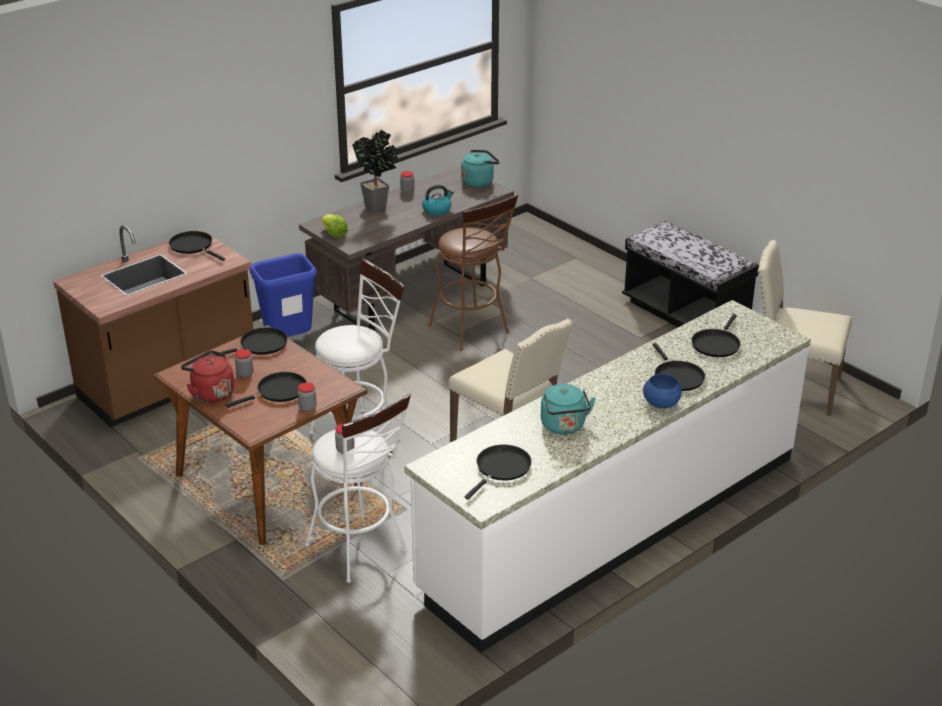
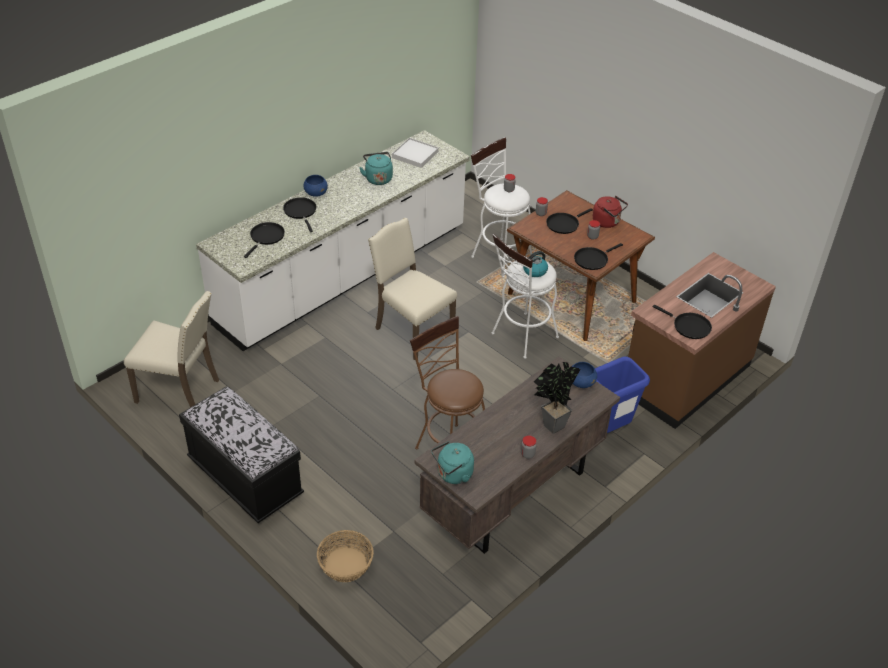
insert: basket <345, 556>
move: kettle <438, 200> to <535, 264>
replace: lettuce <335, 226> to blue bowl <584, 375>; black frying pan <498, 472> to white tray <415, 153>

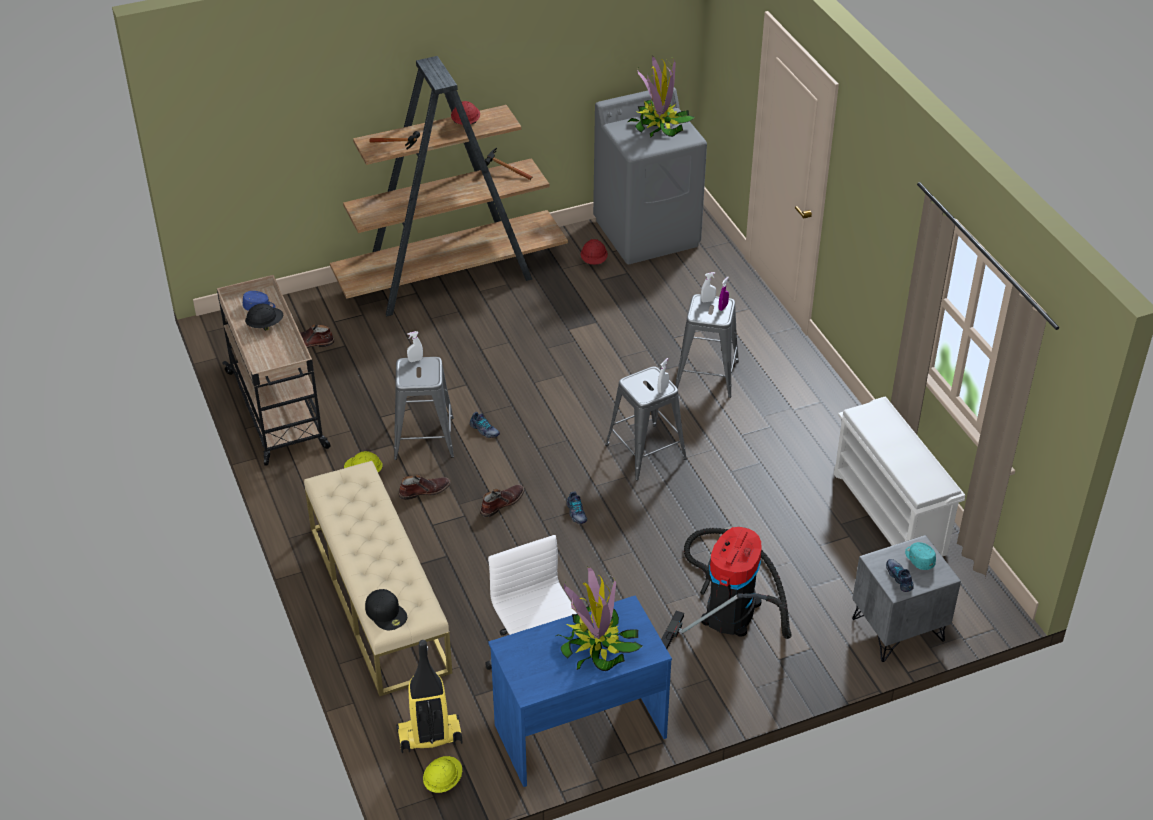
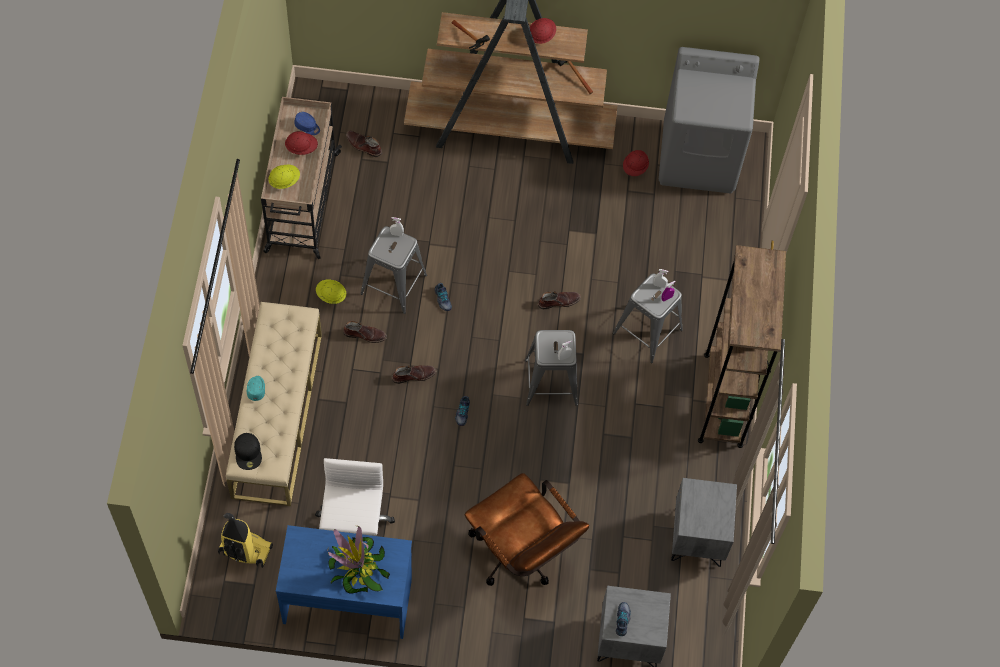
delete: potted plant <661, 96>
insert: brown bookcase <742, 346>; brown boot <559, 300>
move: turquoise cap <920, 556> to <256, 388>; yellow hard hat <442, 774> to <284, 177>
replace: white shoe rack <899, 476> to grey nightstand <704, 522>; vacuum cleaner <726, 588> to brown office chair <527, 529>
recolor: black hard hat <264, 317> to red hard hat <301, 143>

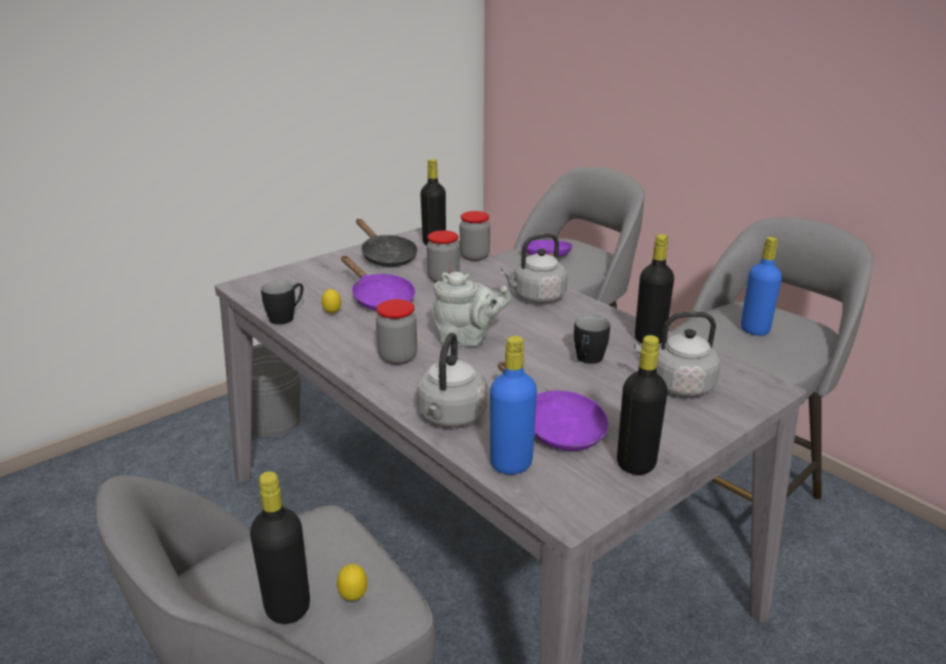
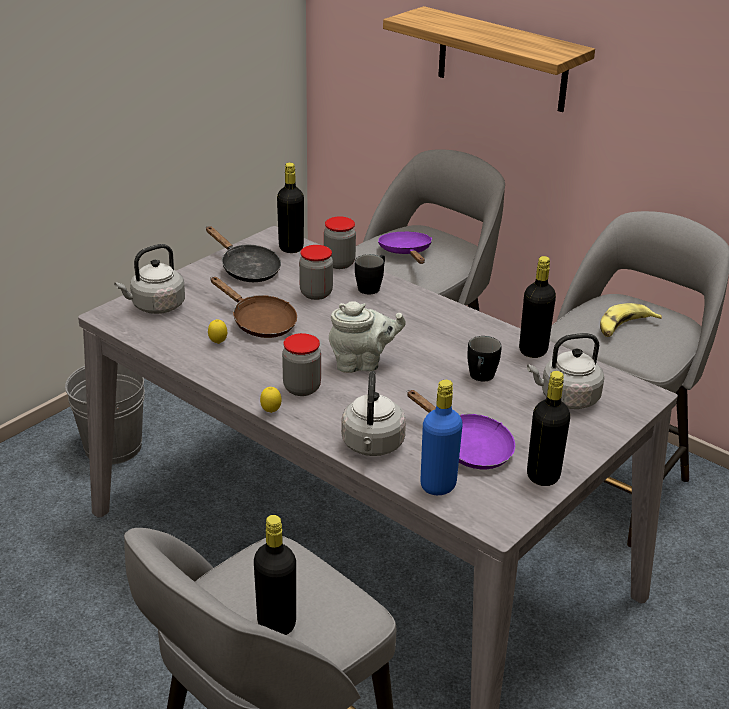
insert: shelf <489, 59>
move: grey kettle <534, 268> to <149, 279>; black mug <282, 303> to <370, 274>; lemon <352, 582> to <270, 400>
replace: blue bottle <761, 286> to banana <631, 320>
recolor: purple frying pan <378, 283> to brown frying pan <253, 307>

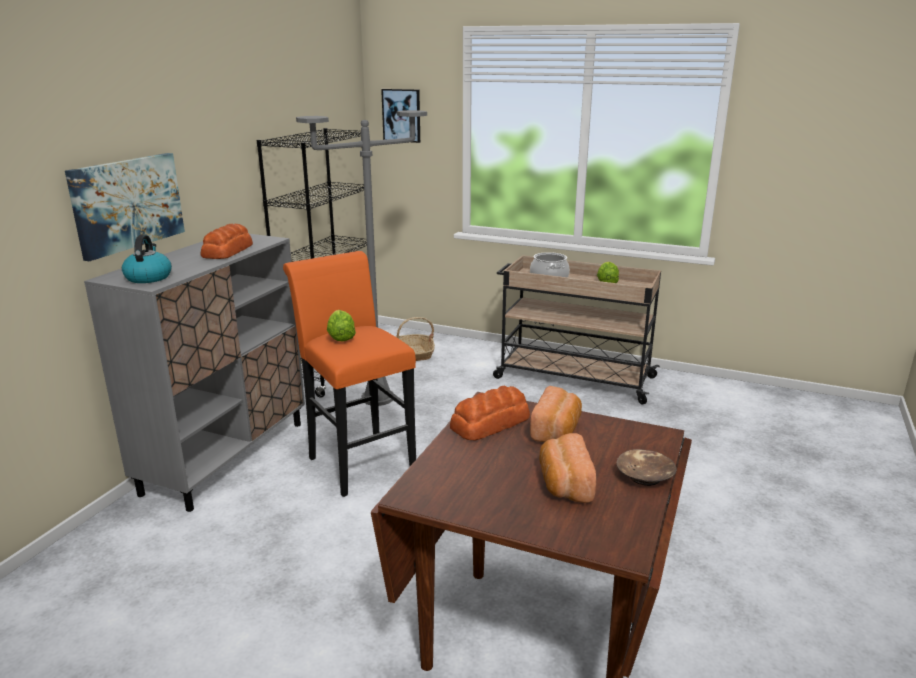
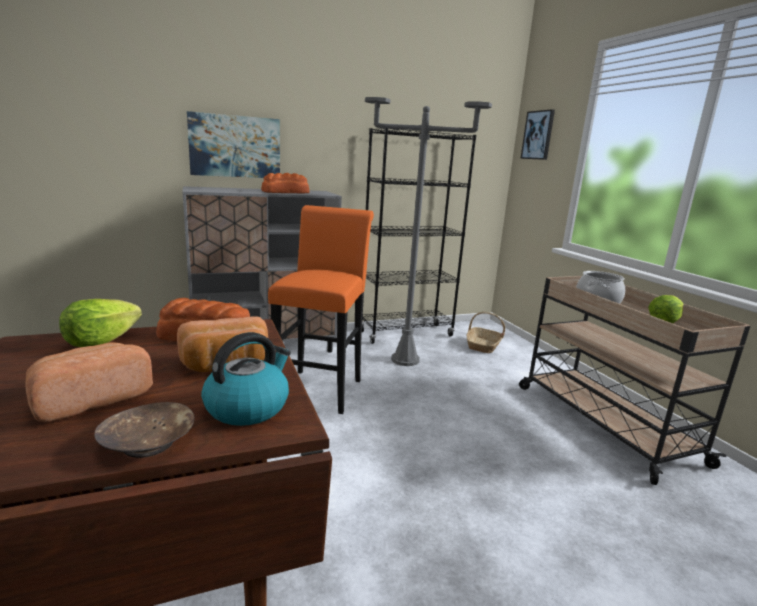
move: kettle <147, 259> to <246, 379>; lettuce <341, 325> to <100, 323>

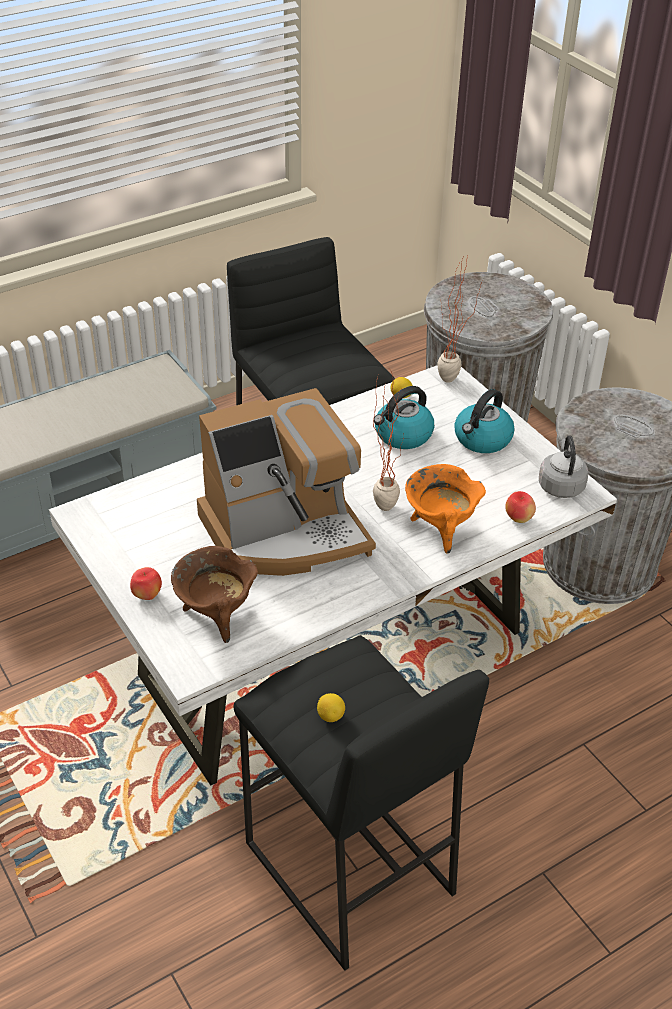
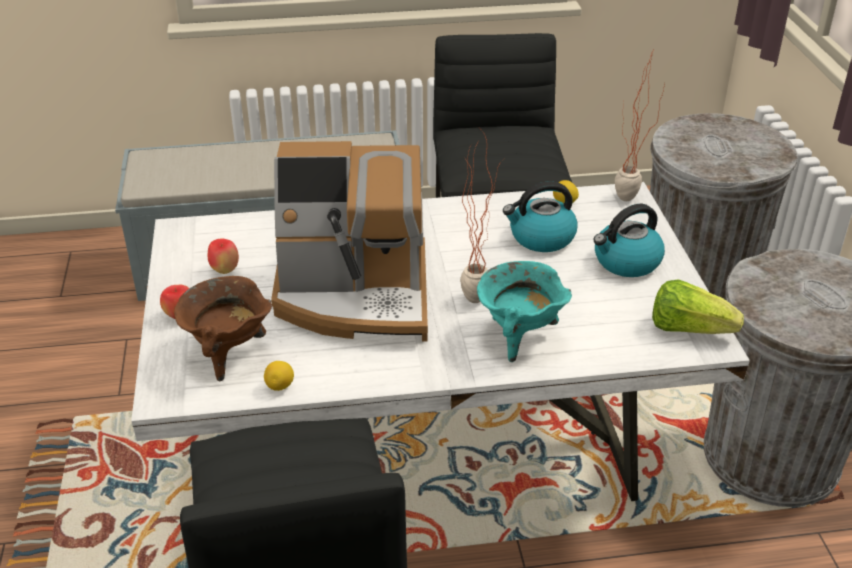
move: apple <520, 507> to <223, 256>; lemon <331, 707> to <279, 376>
replace: grey kettle <563, 467> to lettuce <698, 306>
recolor: orange cooking pot <445, 509> to turquoise cooking pot <524, 311>

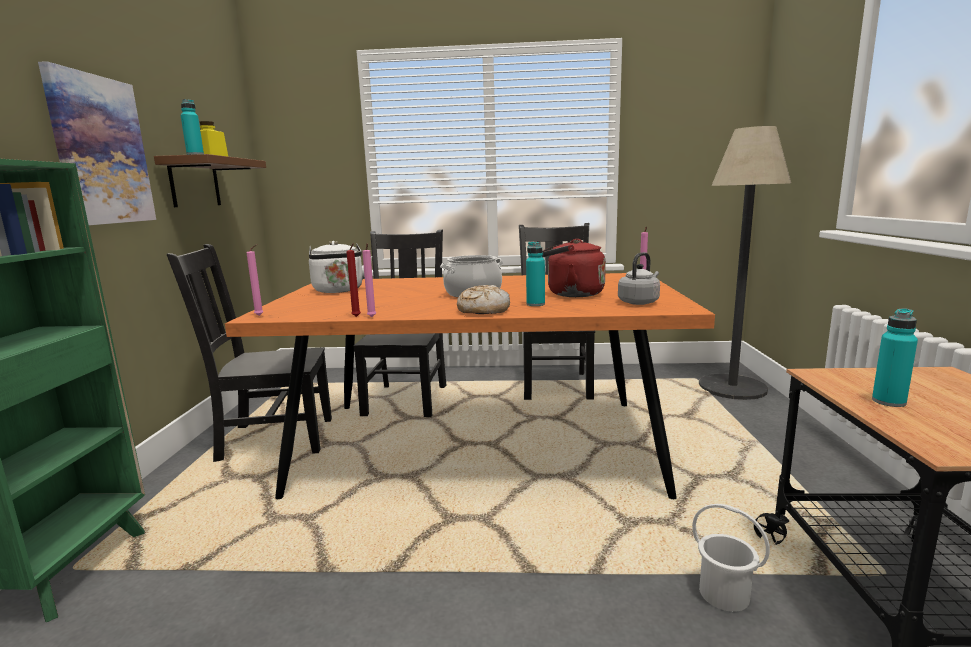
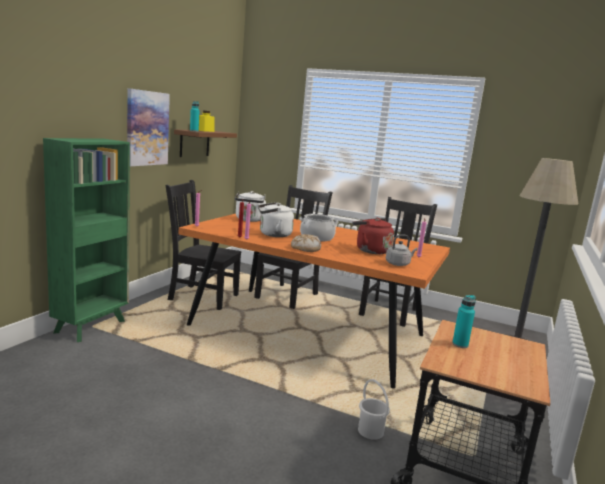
delete: turquoise bottle <535, 274>
insert: white kettle <276, 219>

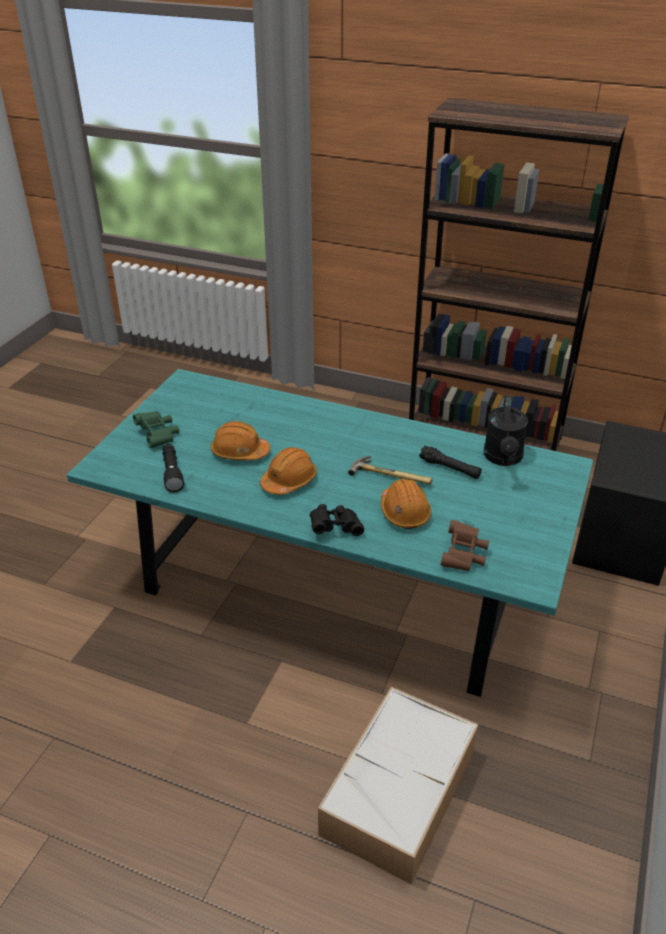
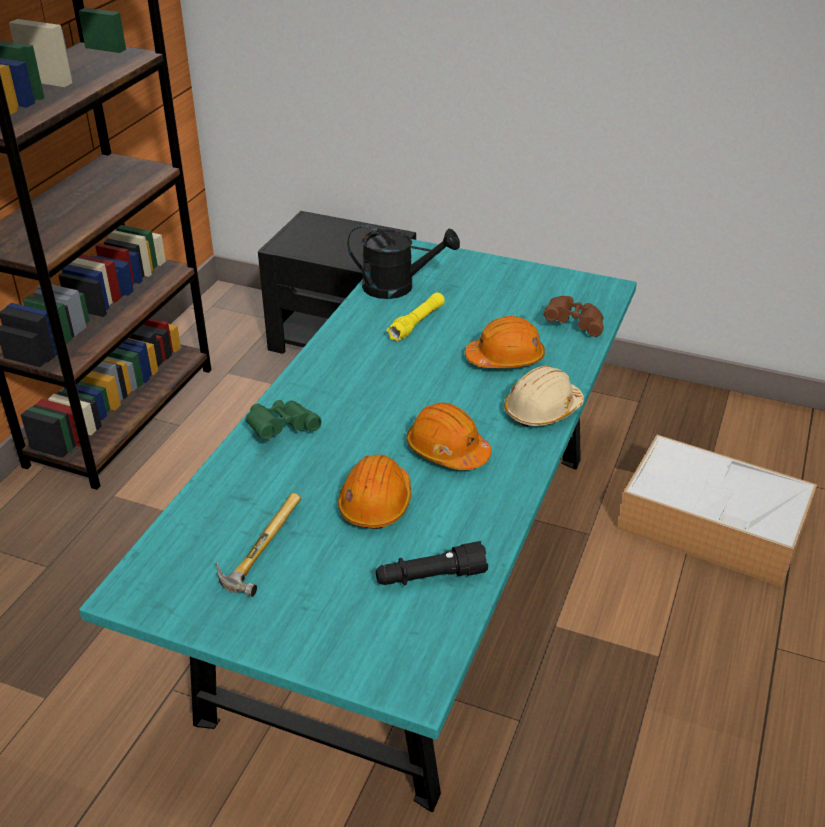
move: green binoculars <156, 429> to <283, 420>; hammer <390, 470> to <258, 545>
replace: black binoculars <337, 520> to beige hard hat <544, 396>
recolor: black flashlight <450, 462> to yellow flashlight <416, 317>

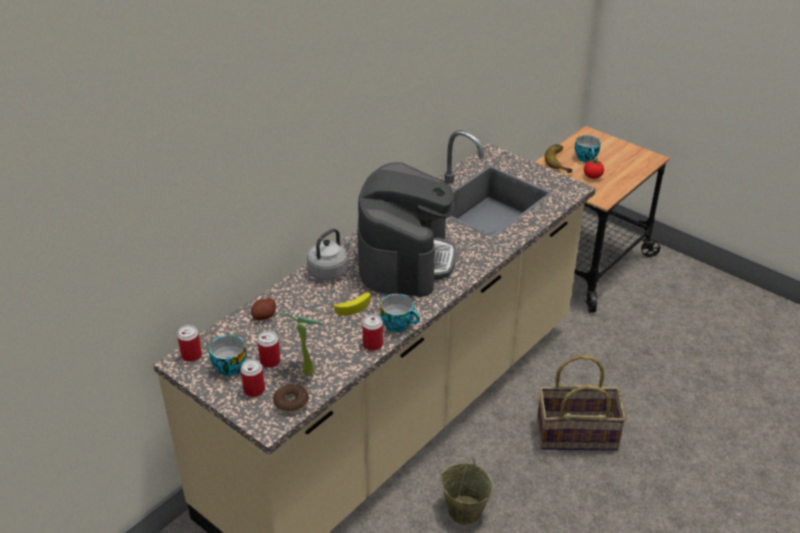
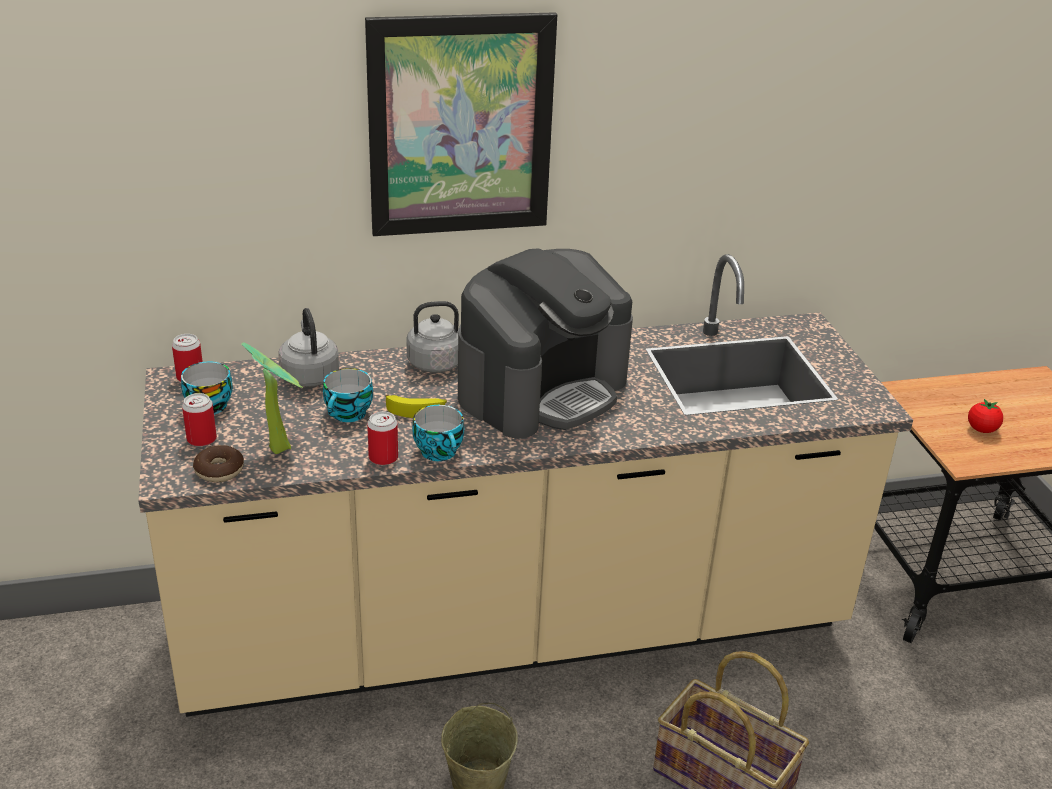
delete: banana <559, 158>; can <269, 349>
insert: picture <461, 124>
move: cup <587, 148> to <348, 395>
replace: potato <263, 309> to grey kettle <308, 347>

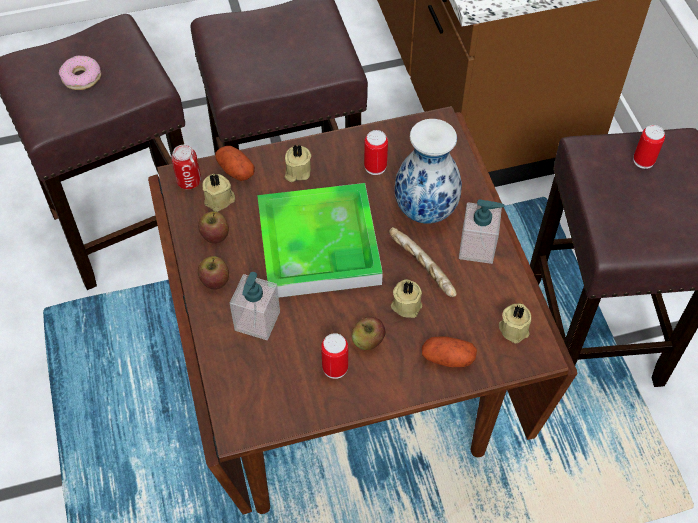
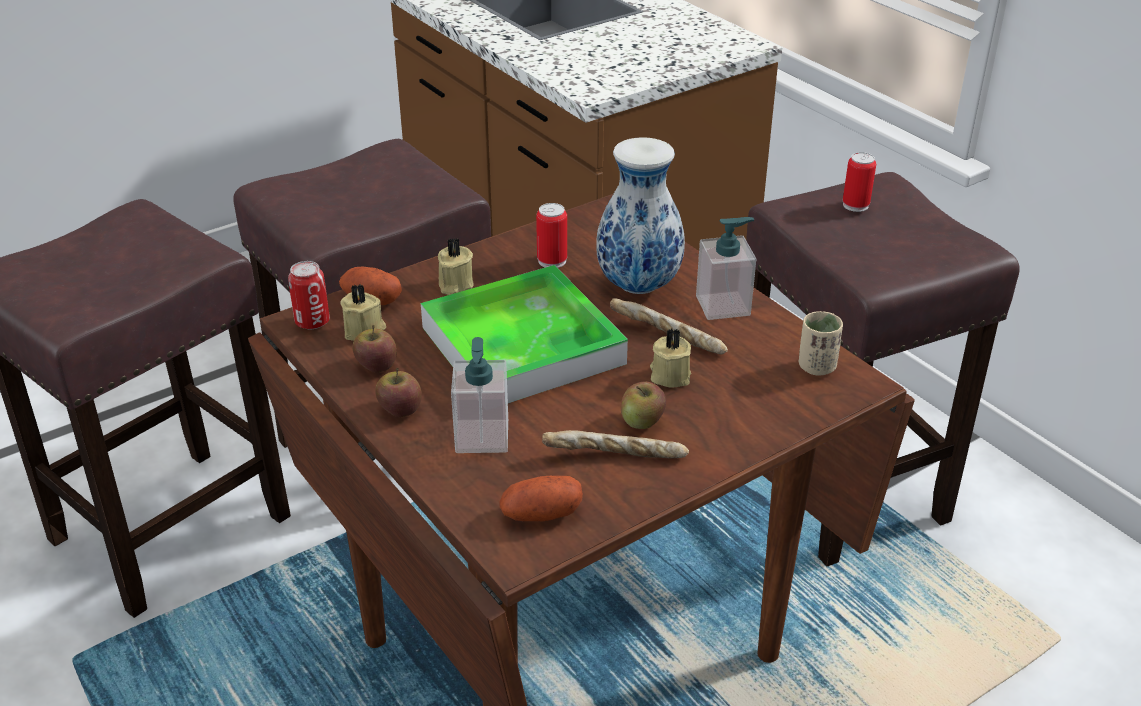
delete: donut <80, 73>
move: potato <449, 352> to <541, 498>
replace: beige candle <515, 323> to beige cup <821, 343>; can <334, 356> to bread <615, 444>

